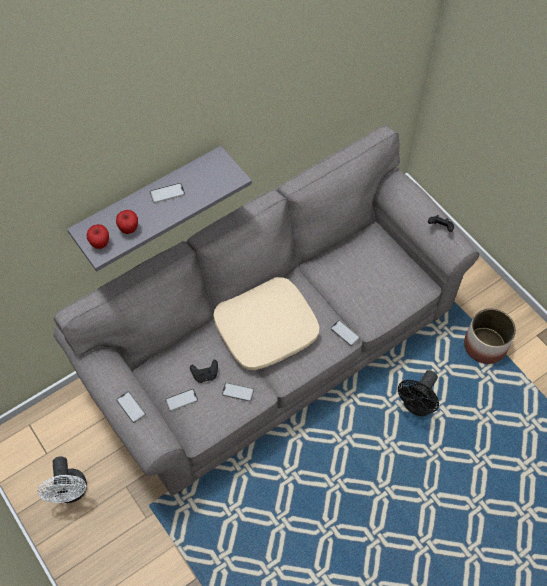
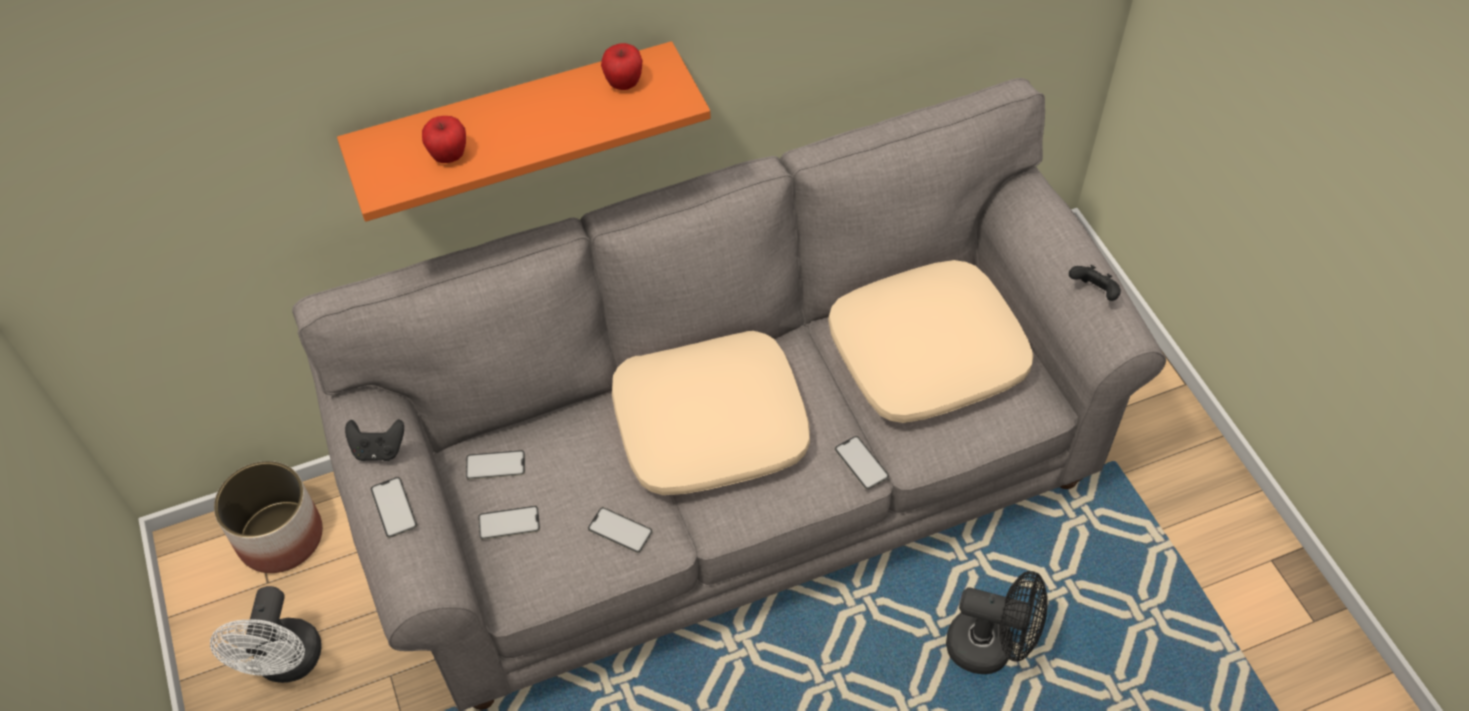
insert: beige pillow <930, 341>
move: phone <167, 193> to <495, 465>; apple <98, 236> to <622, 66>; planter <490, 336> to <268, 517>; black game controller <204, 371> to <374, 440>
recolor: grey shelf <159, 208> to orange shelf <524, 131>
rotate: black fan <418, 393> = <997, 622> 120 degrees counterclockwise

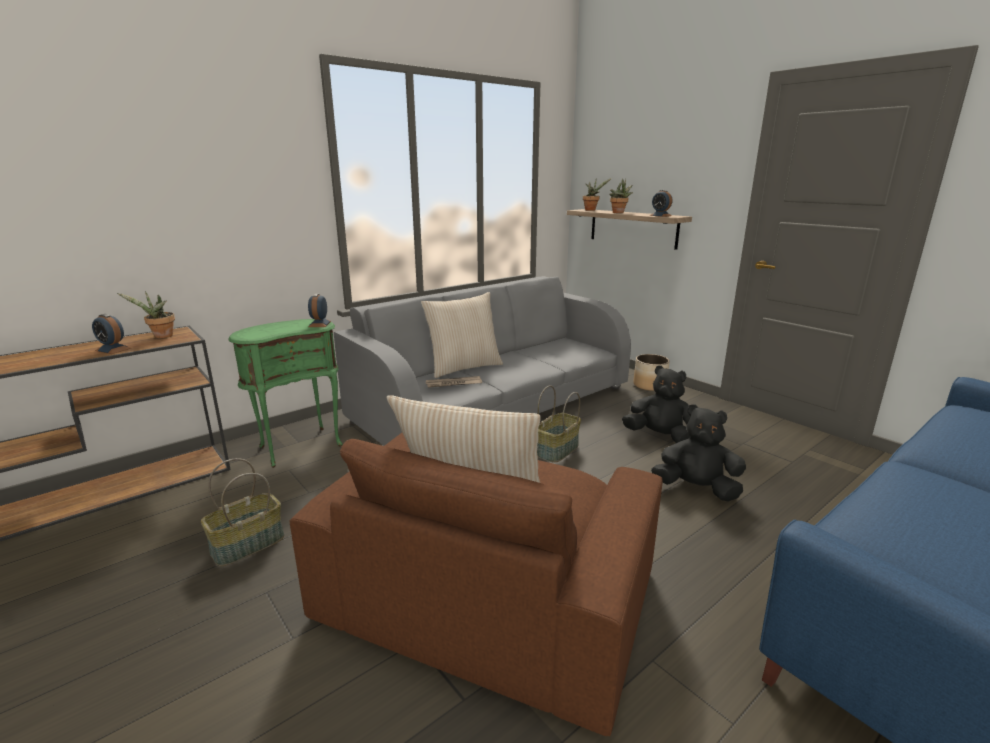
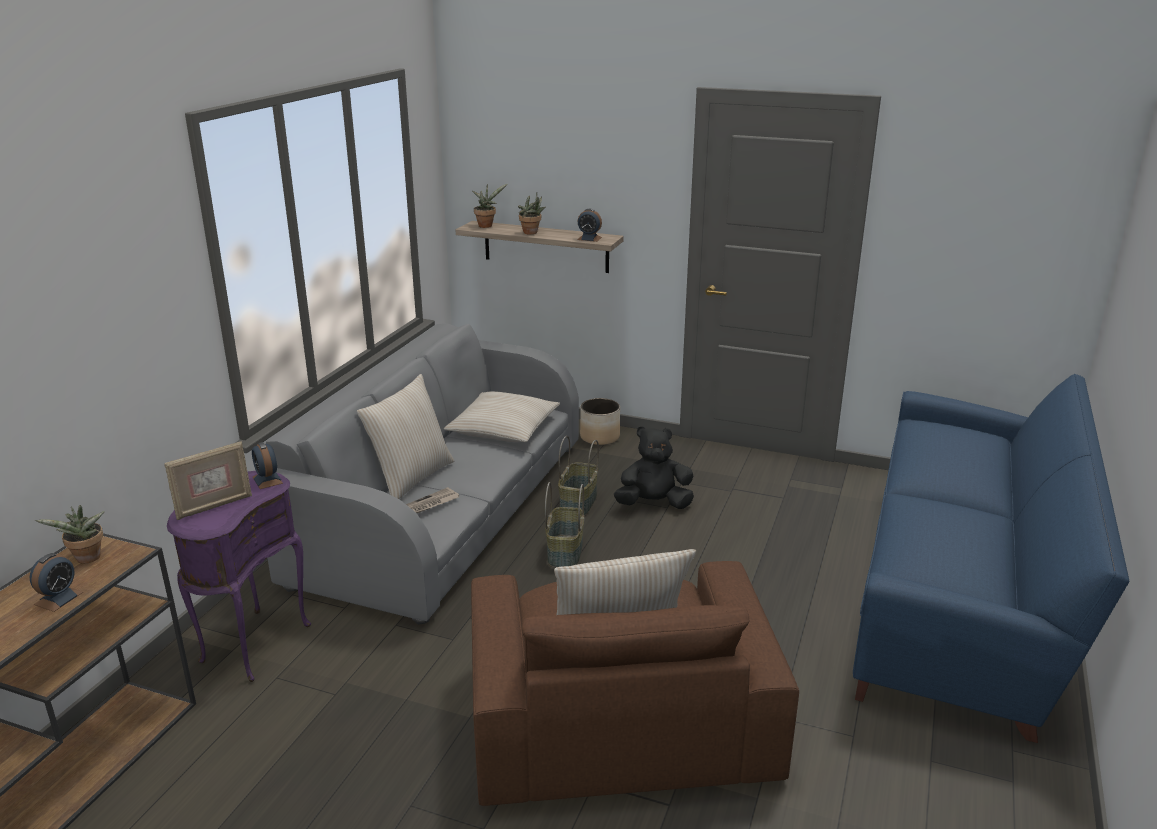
delete: black plush toy <698, 453>
insert: beige pillow <502, 416>; picture frame <208, 480>
move: basket <242, 512> to <578, 476>
recolor: green side table <285, 393> to purple side table <239, 576>
rotate: alarm clock <111, 334> = <56, 582> 60 degrees counterclockwise

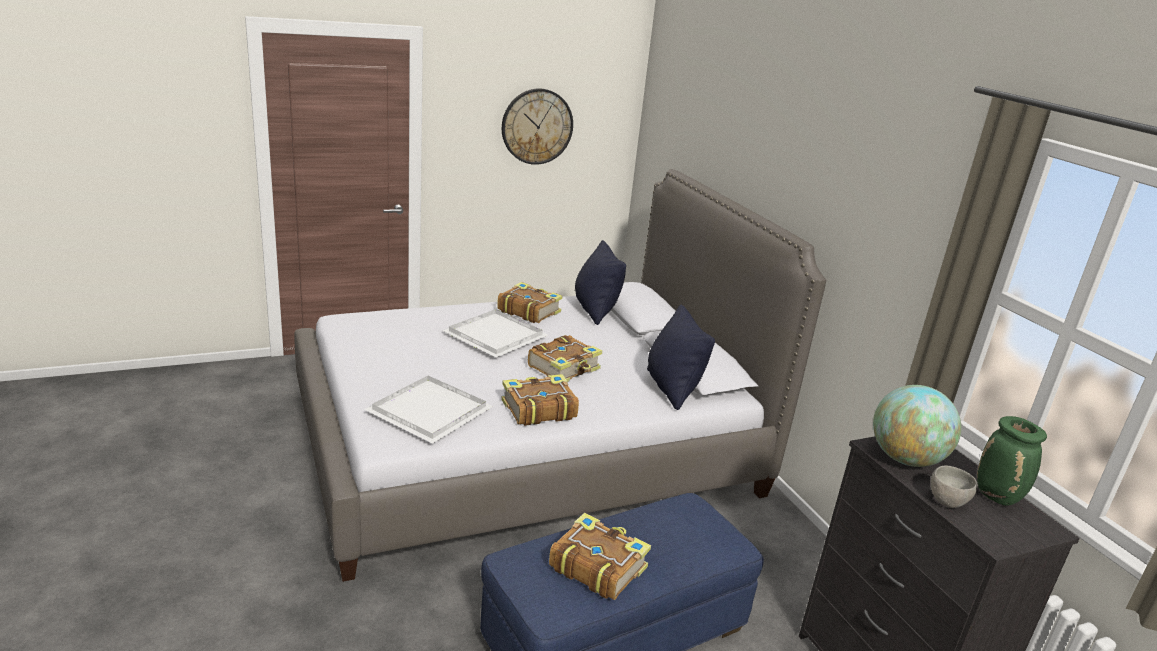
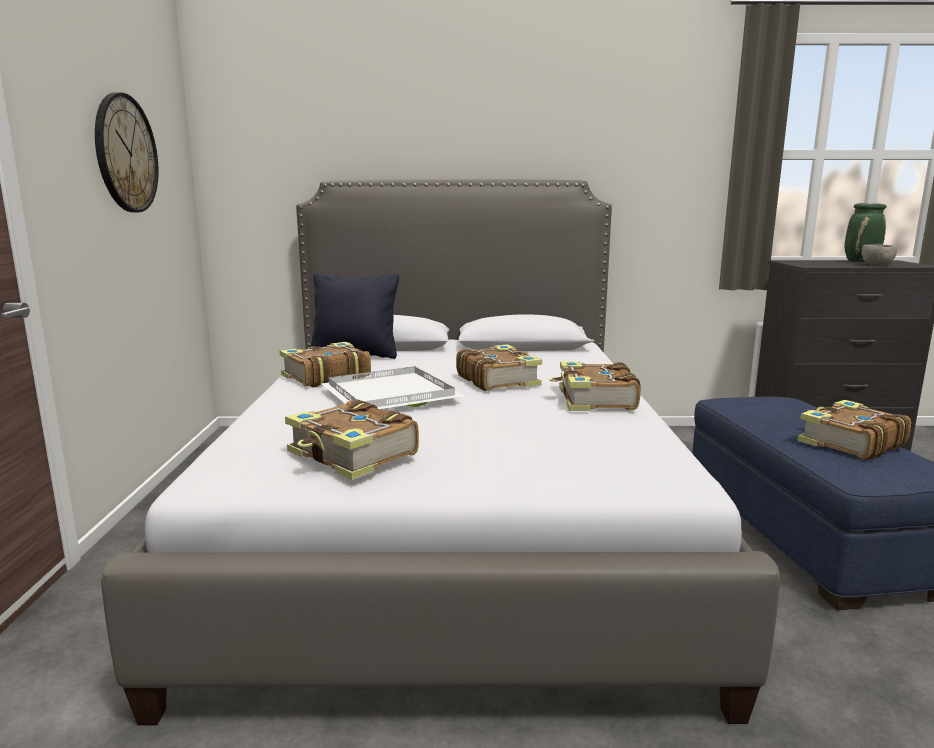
delete: black pillow <681, 357>; white tray <428, 410>; globe <917, 426>
insert: book <352, 440>

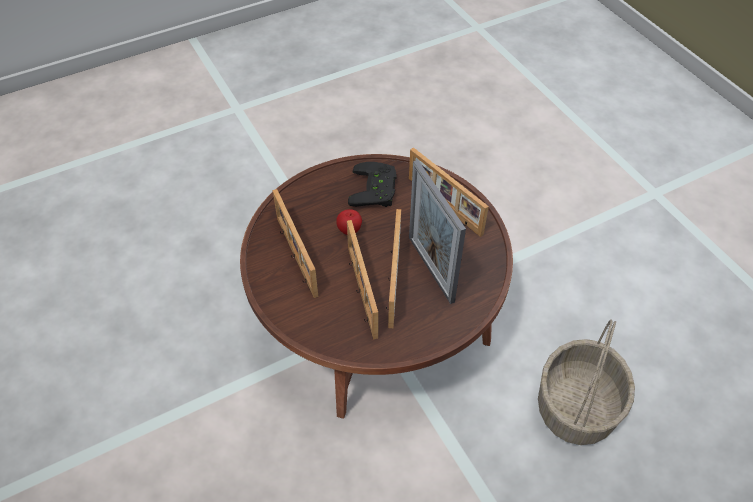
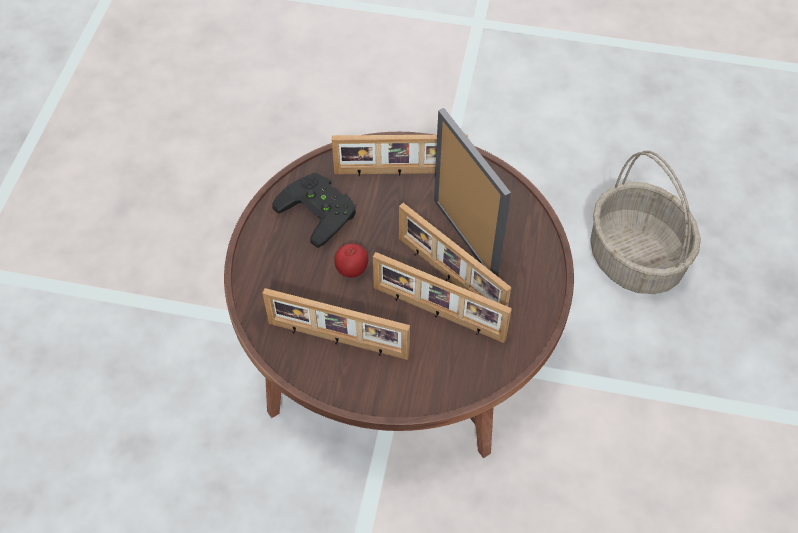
rotate: picture frame <437, 232> = <472, 192> 135 degrees counterclockwise

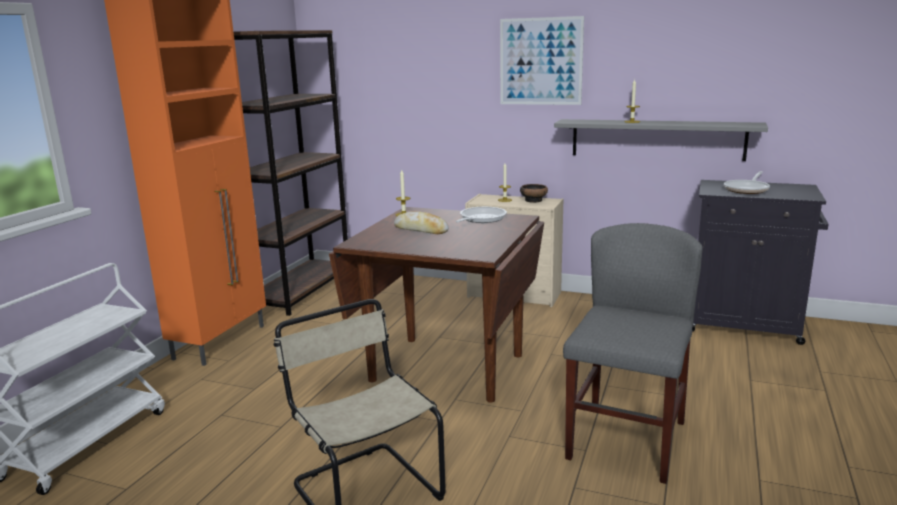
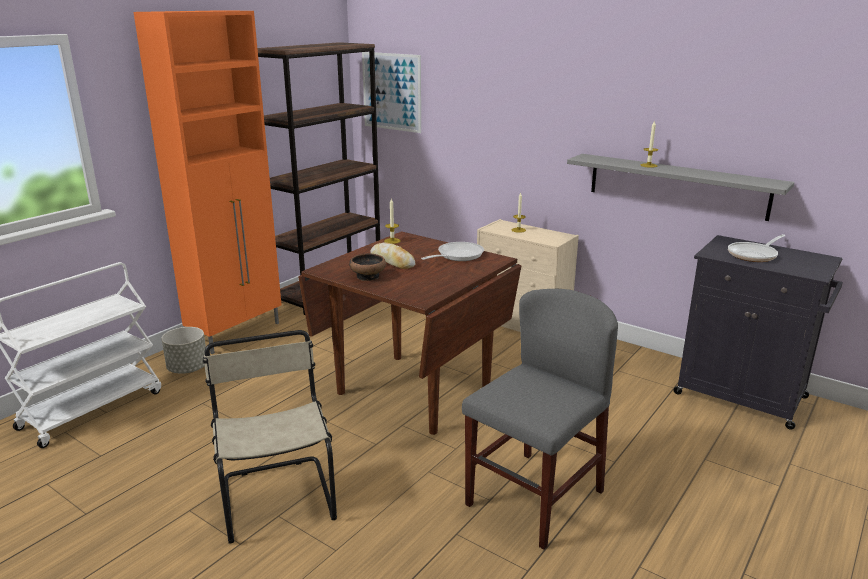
insert: grey planter <184, 350>
move: picture <542, 60> to <391, 92>; bowl <534, 193> to <367, 267>

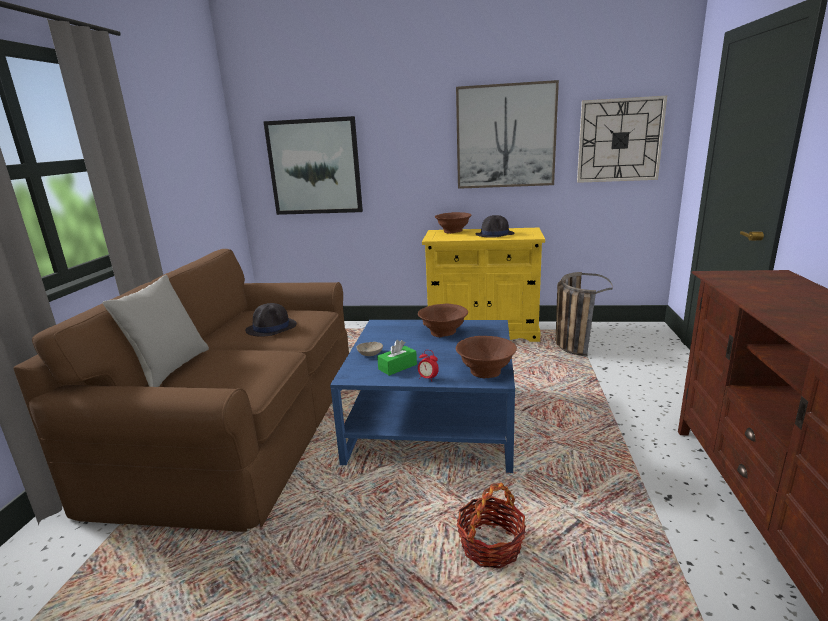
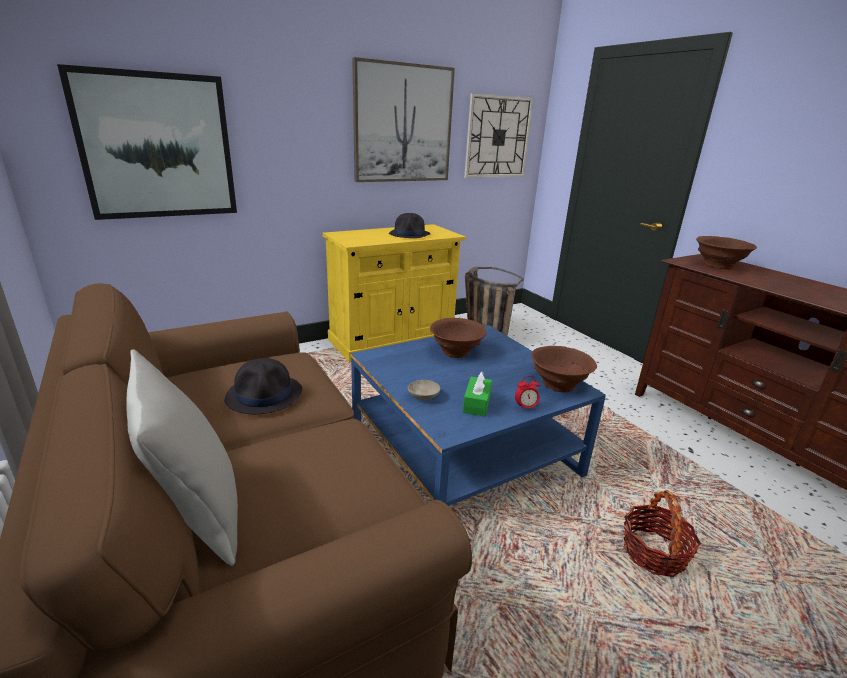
move: brown bowl <453, 223> to <726, 252>

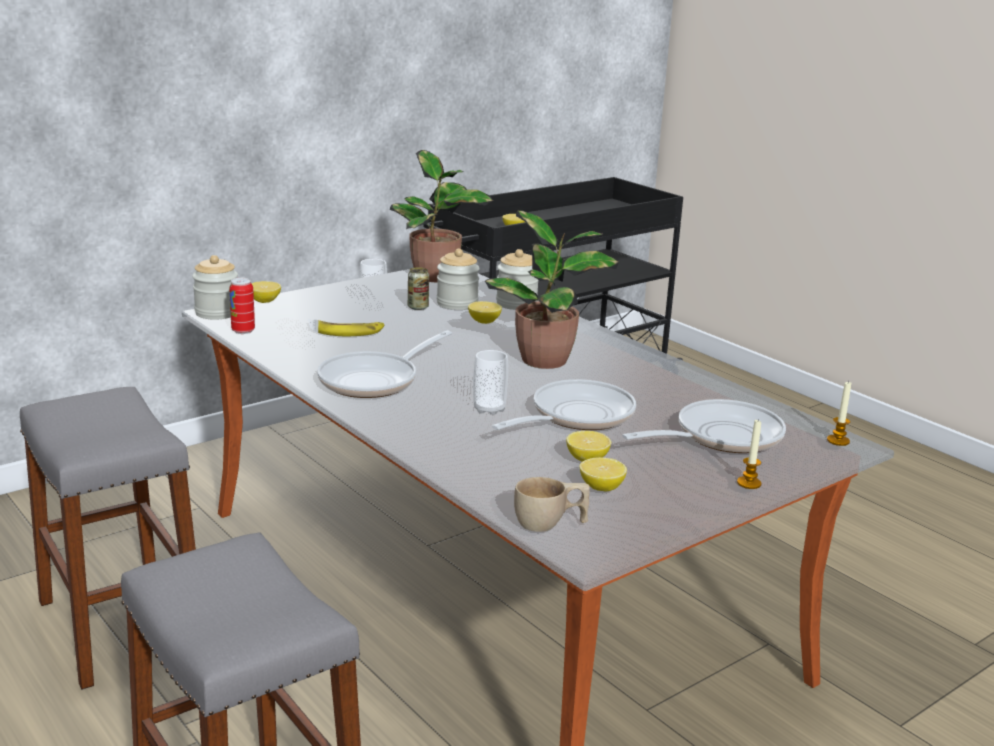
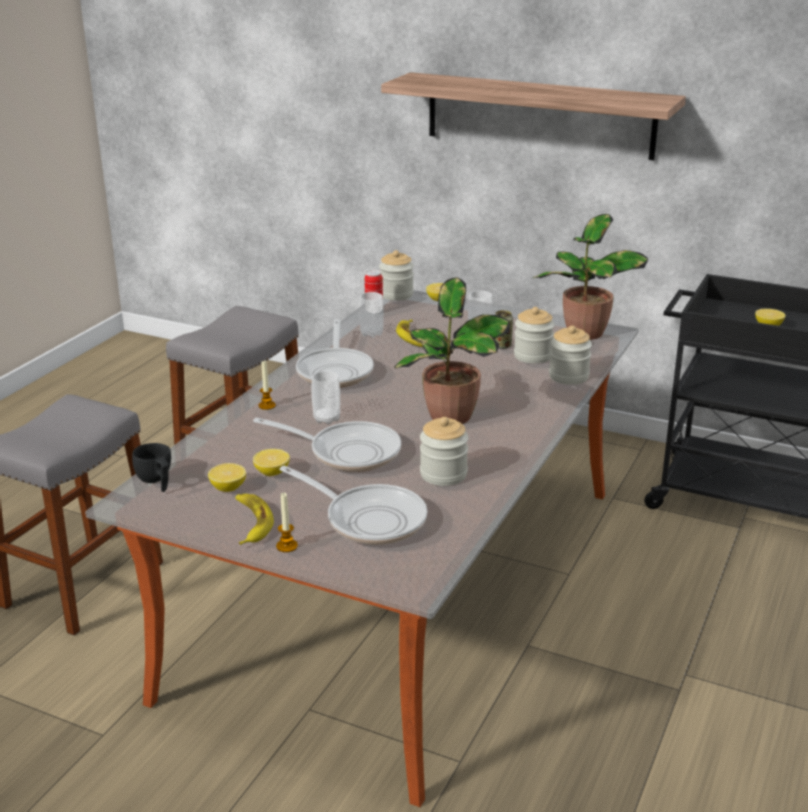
delete: lemon <485, 312>
insert: shelf <533, 116>; jar <444, 451>; banana <254, 519>
move: candle <839, 413> to <267, 385>
recolor: beige cup <552, 504> to black cup <151, 467>
rotate: frying pan <384, 364> = <335, 353> 105 degrees counterclockwise

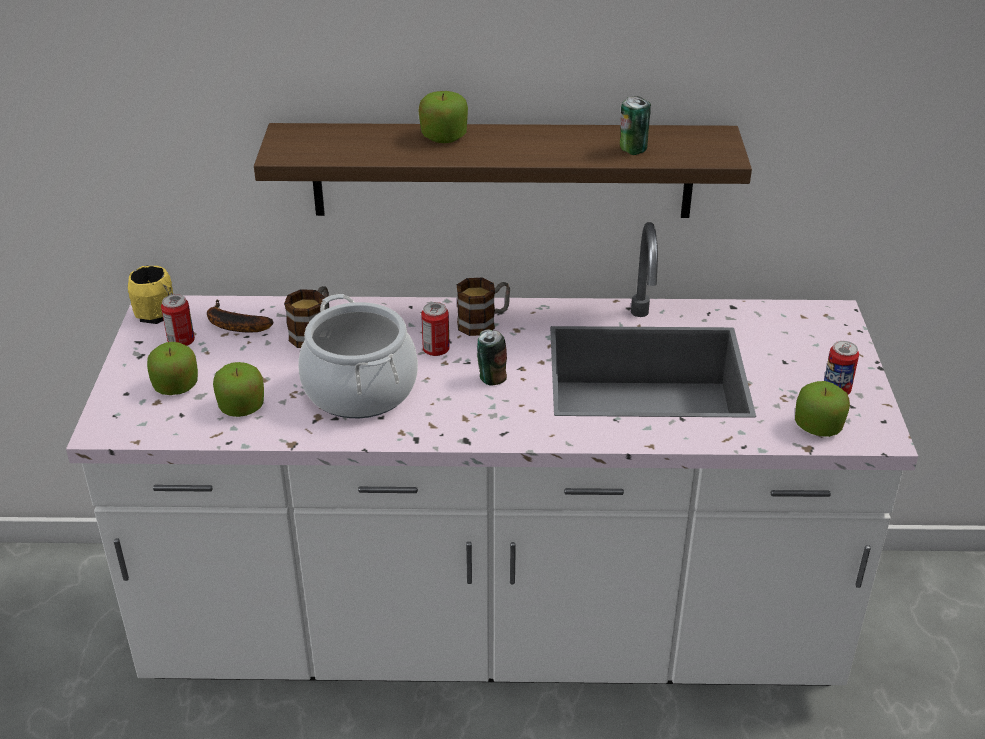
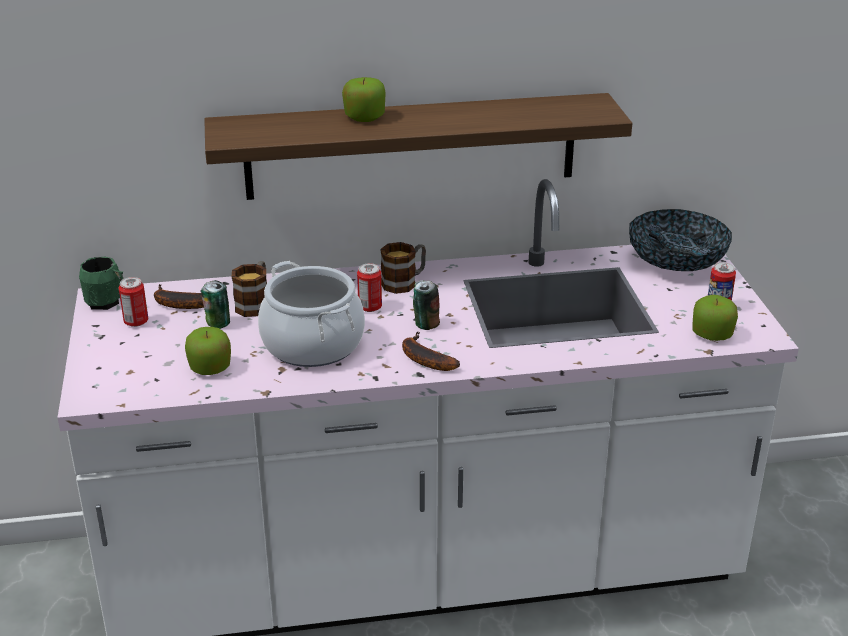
delete: apple <172, 368>
insert: bowl <680, 240>; banana <431, 351>
move: can <635, 125> to <215, 304>
recolor: yellow mug <150, 295> to green mug <101, 283>

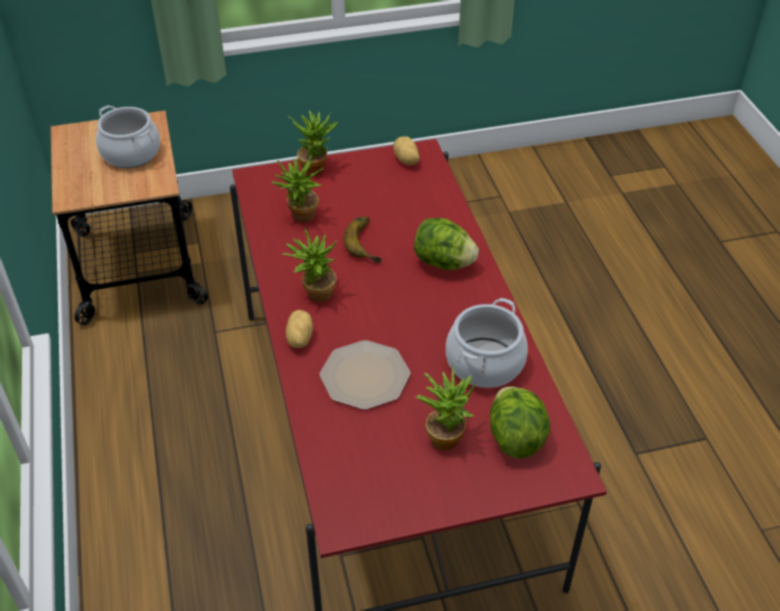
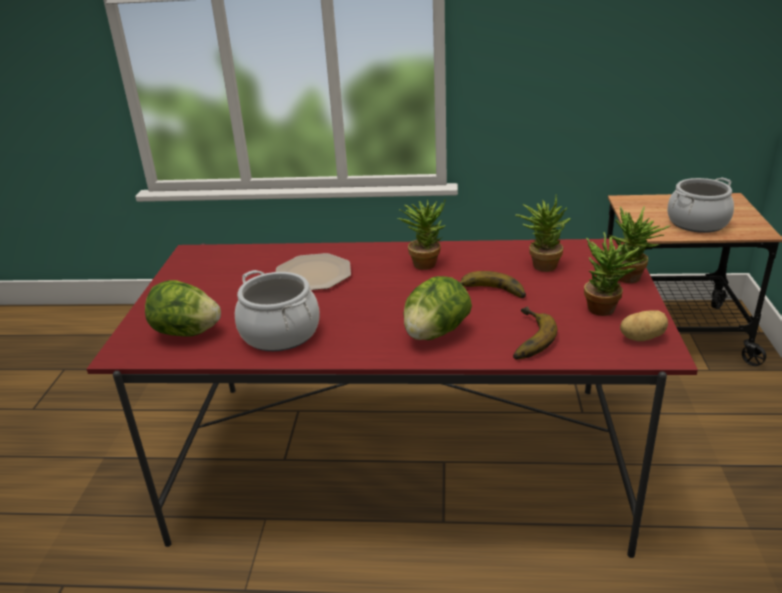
delete: potato <299, 329>
insert: banana <535, 333>
move: potted plant <446, 408> to <616, 274>

